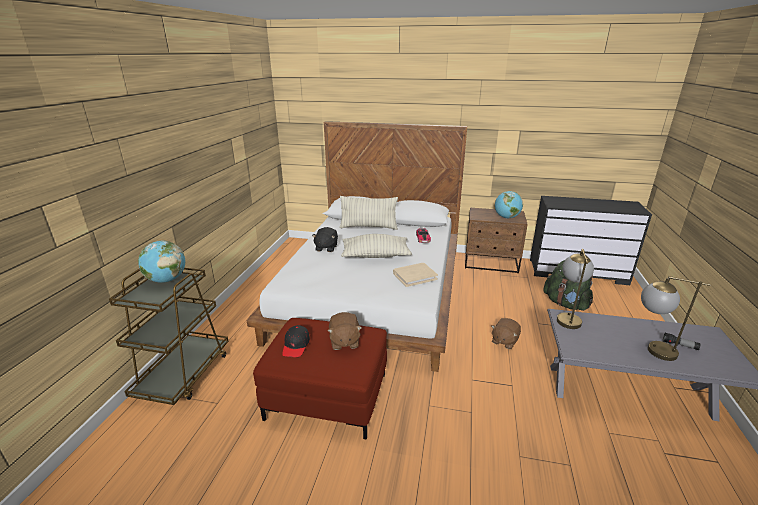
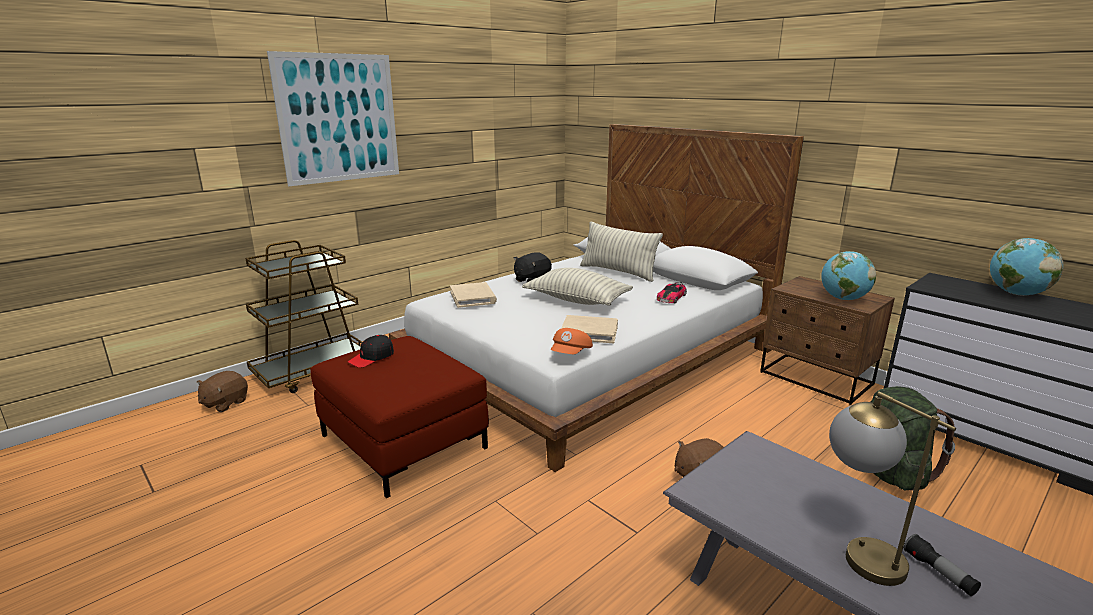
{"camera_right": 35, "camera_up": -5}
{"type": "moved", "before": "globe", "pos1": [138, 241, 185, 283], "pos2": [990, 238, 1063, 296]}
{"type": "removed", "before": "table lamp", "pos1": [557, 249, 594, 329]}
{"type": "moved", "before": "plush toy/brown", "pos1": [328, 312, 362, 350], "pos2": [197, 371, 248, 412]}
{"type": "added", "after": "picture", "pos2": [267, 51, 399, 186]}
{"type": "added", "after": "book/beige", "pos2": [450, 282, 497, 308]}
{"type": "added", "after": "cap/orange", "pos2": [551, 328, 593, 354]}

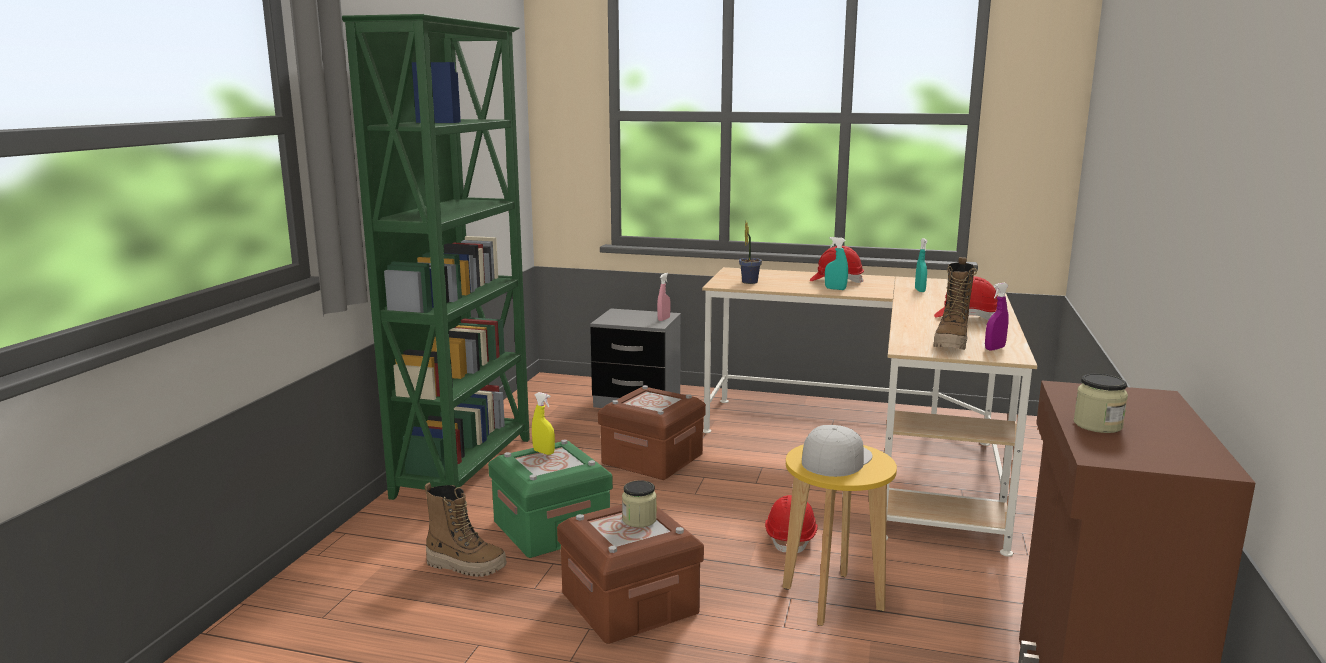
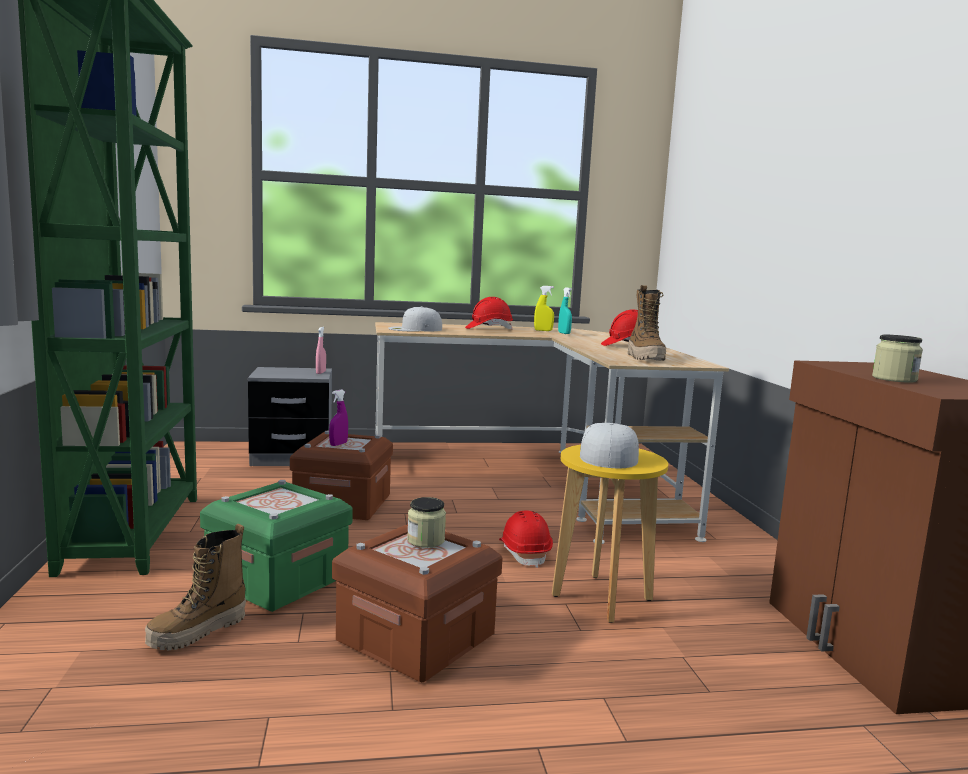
{"camera_right": -25, "camera_up": -5}
{"type": "replaced", "before": "potted plant", "after": "cap/white", "pos1": [739, 222, 762, 284], "pos2": [388, 306, 442, 331]}
{"type": "removed", "before": "spray bottle/turquoise", "pos1": [825, 237, 848, 290]}
{"type": "moved", "before": "spray bottle/purple", "pos1": [985, 283, 1008, 351], "pos2": [329, 390, 348, 446]}
{"type": "moved", "before": "spray bottle/yellow", "pos1": [532, 392, 555, 455], "pos2": [534, 286, 554, 331]}
{"type": "turned", "before": "boot", "pos1": [425, 483, 507, 577], "pos2": [145, 524, 246, 651], "turn": 135}

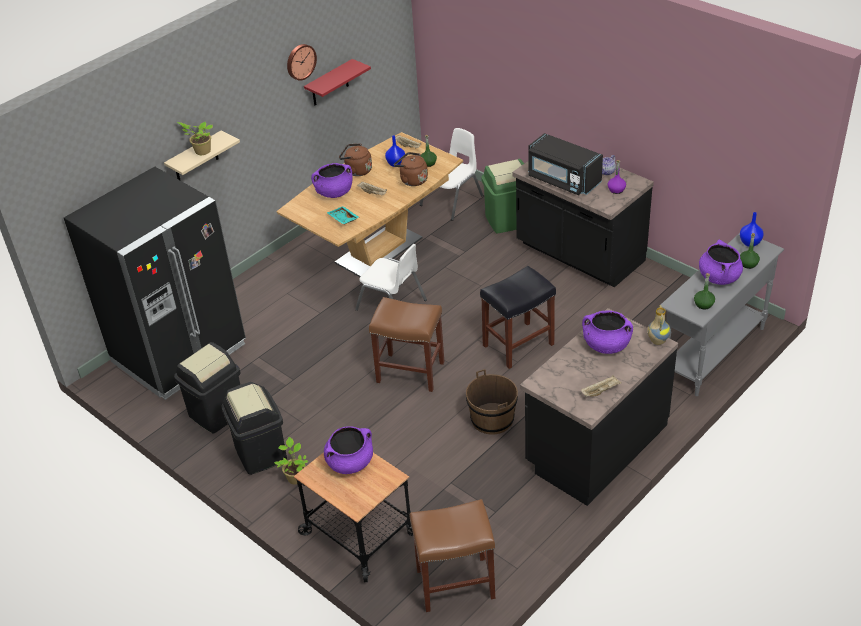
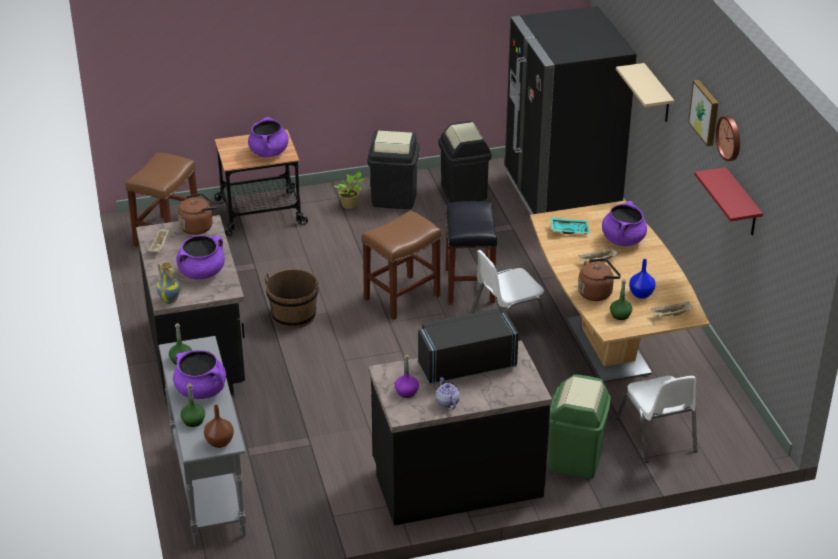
{"camera_right": 120, "camera_up": -5}
{"type": "removed", "before": "potted plant", "pos1": [177, 122, 213, 155]}
{"type": "moved", "before": "kettle/brown", "pos1": [339, 143, 372, 176], "pos2": [178, 193, 218, 235]}
{"type": "recoloured", "before": "vase/blue", "after": "vase/brown", "pos1": [740, 212, 764, 247], "pos2": [204, 405, 234, 448]}
{"type": "moved", "before": "stool/black", "pos1": [480, 266, 556, 369], "pos2": [445, 201, 498, 304]}
{"type": "added", "after": "picture", "pos2": [688, 80, 718, 146]}

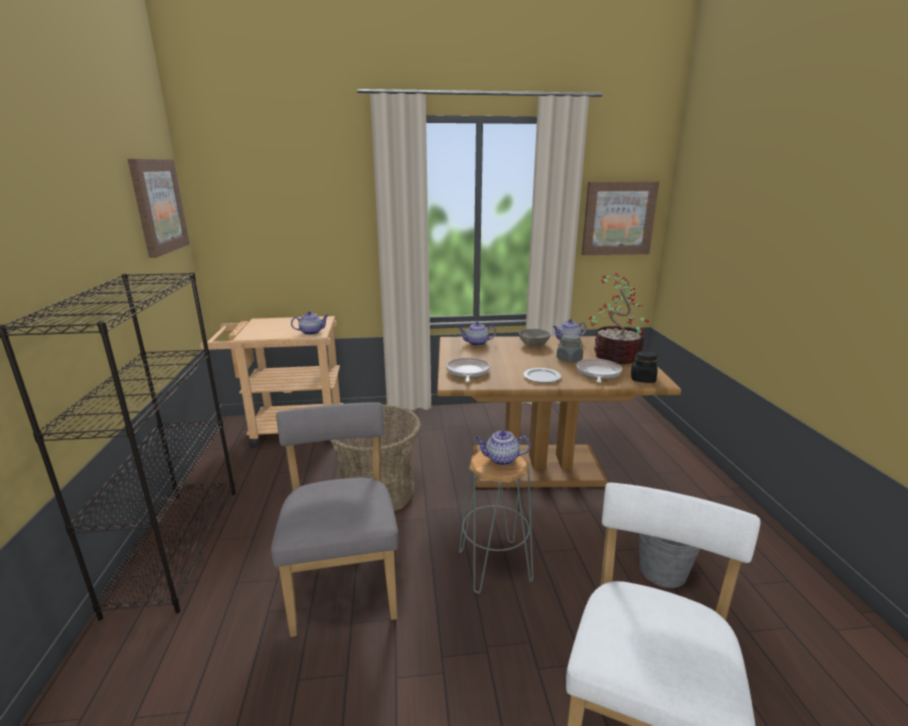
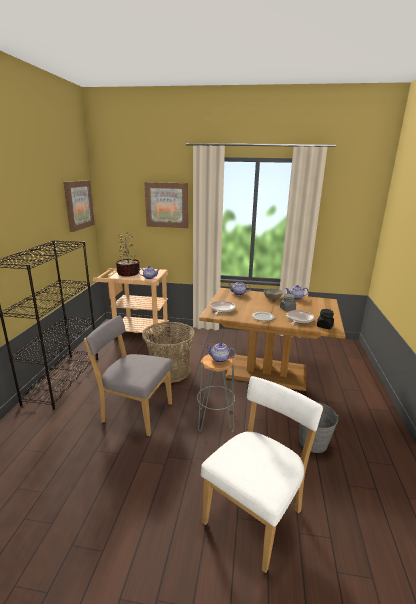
{"camera_right": 15, "camera_up": 0}
{"type": "moved", "before": "picture", "pos1": [582, 181, 659, 255], "pos2": [144, 182, 188, 228]}
{"type": "moved", "before": "potted plant", "pos1": [588, 273, 649, 364], "pos2": [116, 232, 140, 277]}
{"type": "turned", "before": "chair/grey", "pos1": [271, 403, 399, 637], "pos2": [84, 315, 172, 436], "turn": -75}

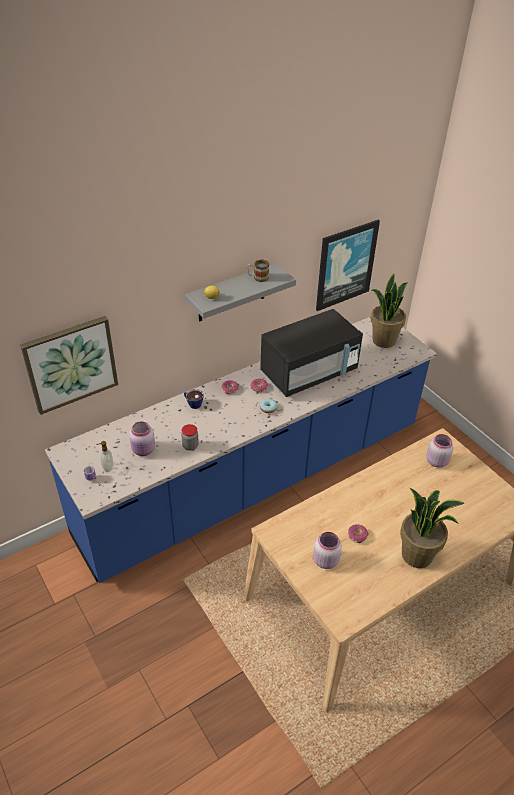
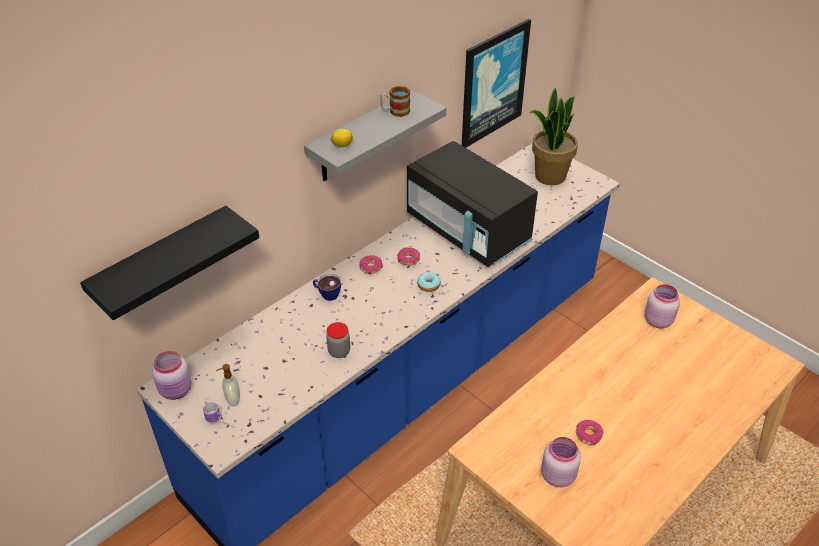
{"camera_right": -10, "camera_up": 0}
{"type": "turned", "before": "microwave/black", "pos1": [260, 309, 363, 397], "pos2": [407, 141, 538, 267], "turn": 90}
{"type": "replaced", "before": "picture", "after": "shelf/black", "pos1": [20, 316, 118, 415], "pos2": [80, 206, 259, 320]}
{"type": "moved", "before": "jar/pink", "pos1": [129, 422, 155, 456], "pos2": [152, 351, 192, 400]}
{"type": "removed", "before": "potted plant", "pos1": [400, 487, 465, 568]}

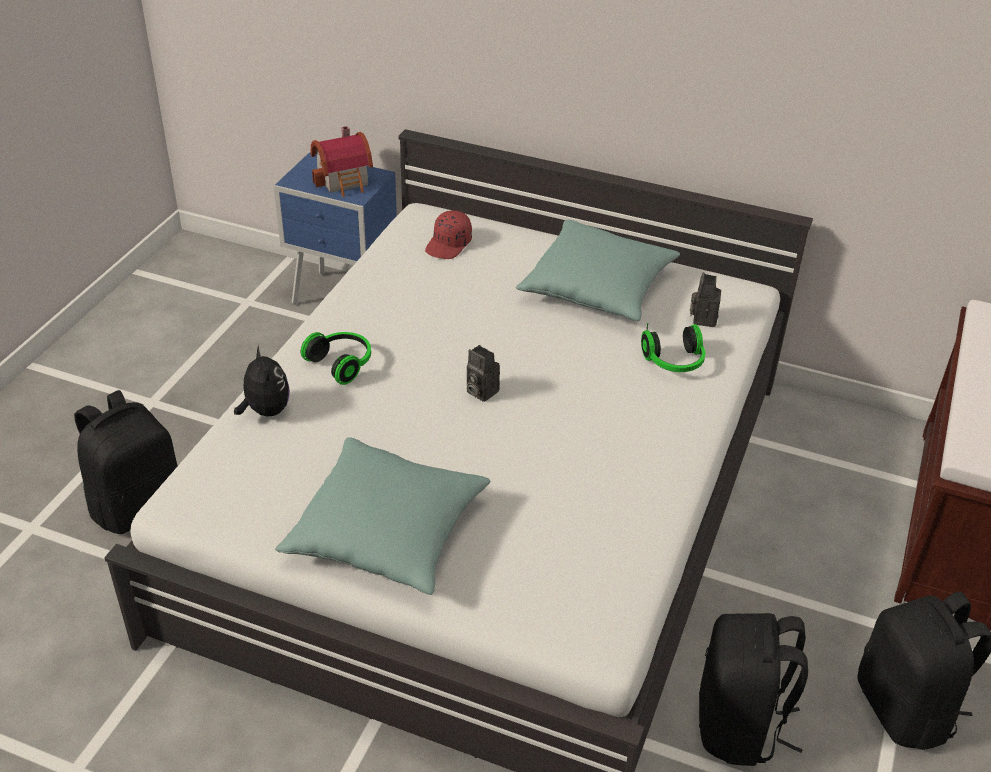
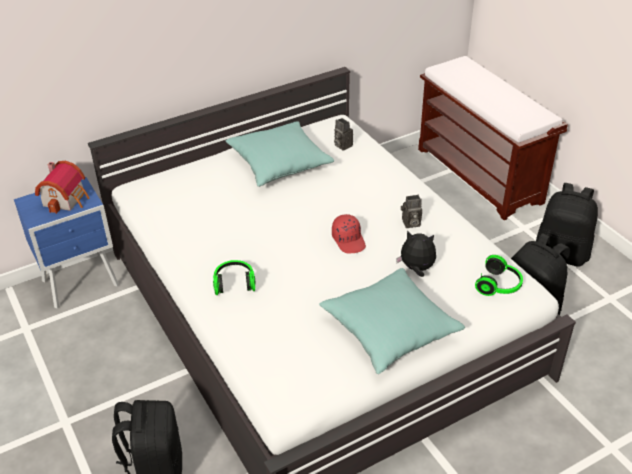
{"camera_right": -50, "camera_up": 0}
{"type": "moved", "before": "cap/red", "pos1": [425, 210, 472, 259], "pos2": [332, 214, 366, 253]}
{"type": "moved", "before": "headphones", "pos1": [641, 323, 705, 372], "pos2": [475, 255, 523, 296]}
{"type": "moved", "before": "plush toy", "pos1": [234, 345, 290, 416], "pos2": [396, 231, 436, 277]}
{"type": "moved", "before": "photo camera", "pos1": [467, 345, 500, 402], "pos2": [401, 195, 422, 228]}

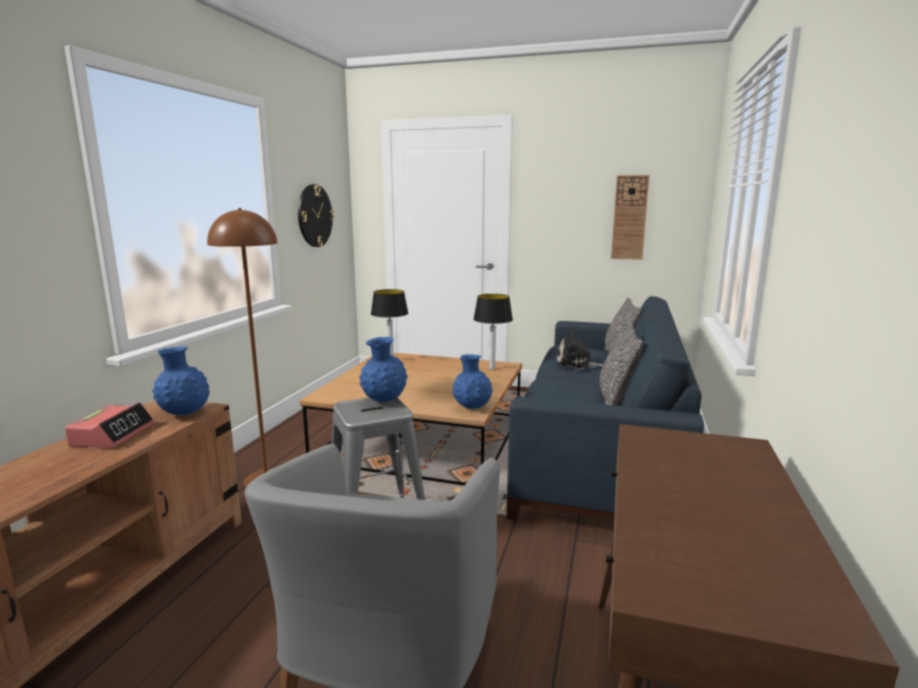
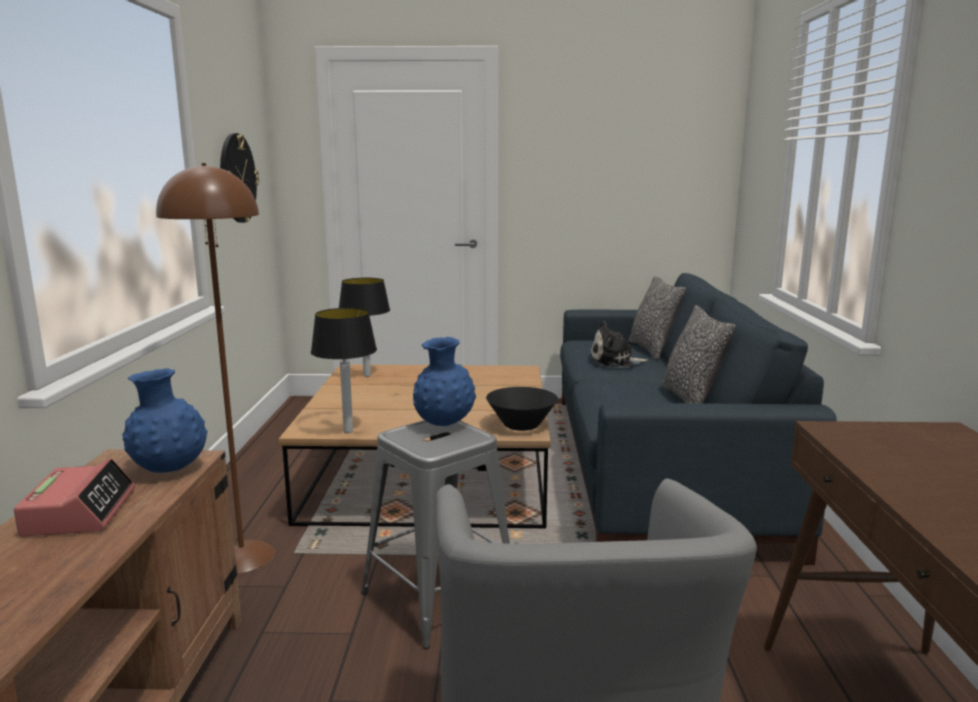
{"camera_right": -15, "camera_up": 0}
{"type": "removed", "before": "wall clock", "pos1": [611, 175, 649, 260]}
{"type": "moved", "before": "table lamp", "pos1": [473, 294, 513, 370], "pos2": [311, 308, 377, 433]}
{"type": "replaced", "before": "vase/blue", "after": "bowl/black", "pos1": [452, 354, 493, 409], "pos2": [486, 387, 558, 431]}

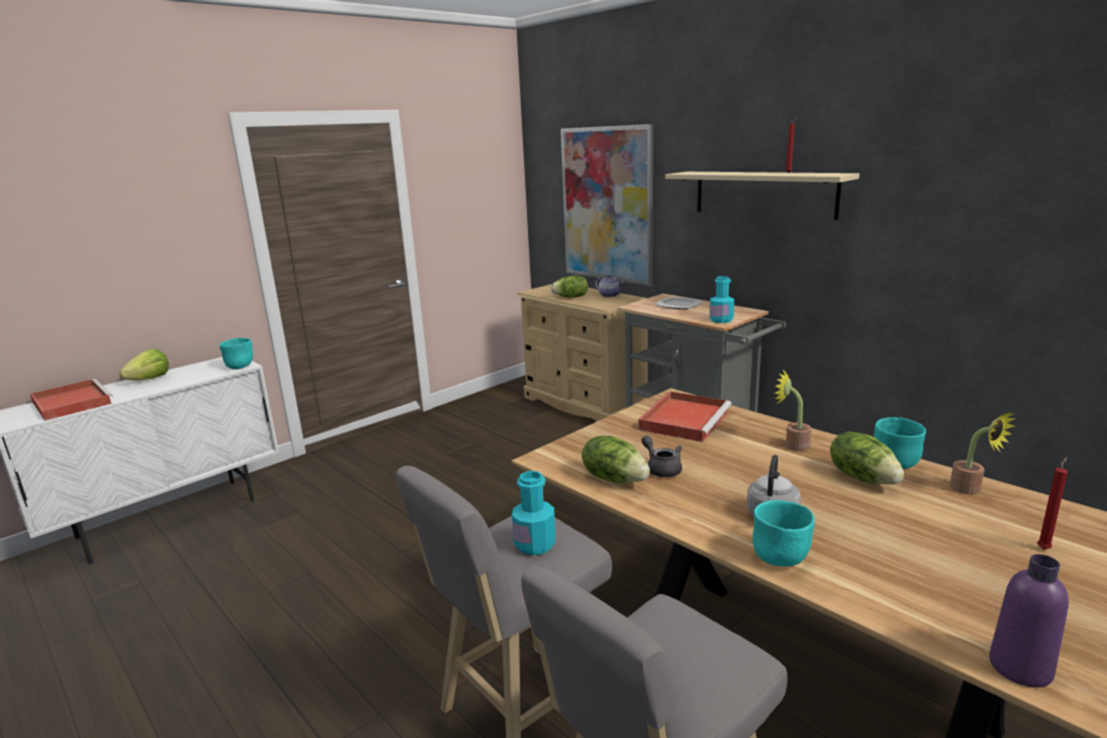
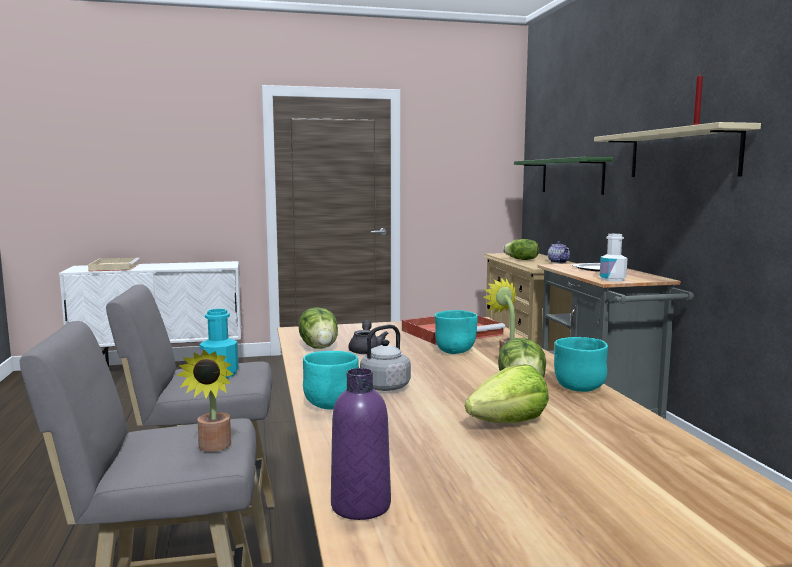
{"camera_right": 30, "camera_up": -10}
{"type": "replaced", "before": "picture", "after": "shelf/green", "pos1": [561, 124, 653, 286], "pos2": [514, 157, 613, 195]}
{"type": "recoloured", "before": "bottle/turquoise", "after": "bottle/white", "pos1": [709, 276, 734, 323], "pos2": [600, 234, 628, 282]}
{"type": "moved", "before": "bowl/turquoise", "pos1": [219, 338, 253, 369], "pos2": [435, 310, 478, 354]}
{"type": "moved", "before": "lettuce", "pos1": [119, 349, 169, 380], "pos2": [465, 364, 549, 423]}
{"type": "recoloured", "before": "tray/red", "after": "tray/beige", "pos1": [30, 379, 113, 421], "pos2": [88, 257, 140, 272]}
{"type": "moved", "before": "potted plant", "pos1": [950, 411, 1015, 495], "pos2": [176, 349, 234, 452]}
{"type": "removed", "before": "candle/red", "pos1": [1037, 457, 1068, 550]}

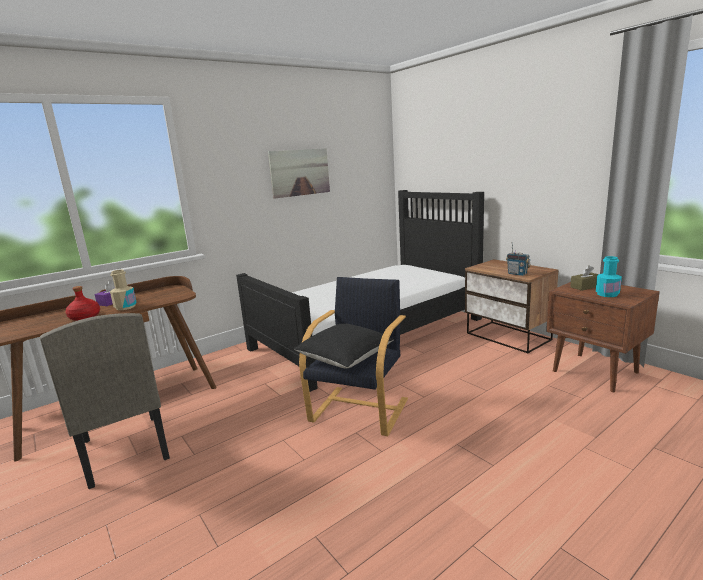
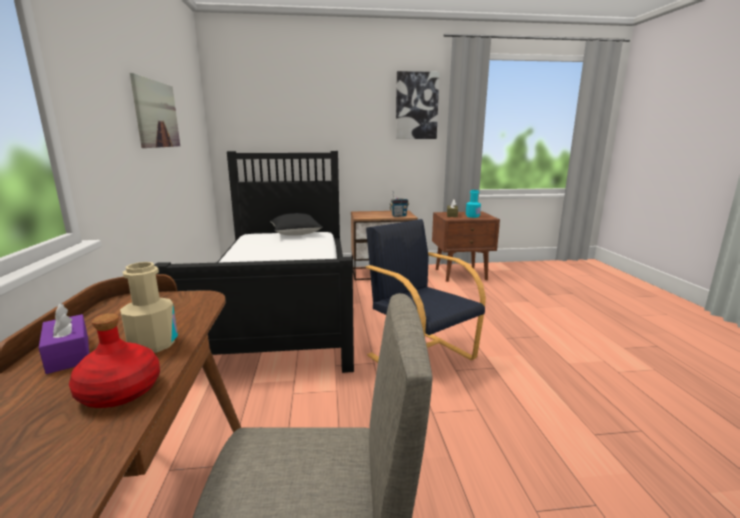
{"camera_right": -60, "camera_up": 0}
{"type": "moved", "before": "pillow/black", "pos1": [294, 323, 394, 368], "pos2": [270, 213, 323, 236]}
{"type": "added", "after": "picture", "pos2": [396, 71, 440, 139]}

